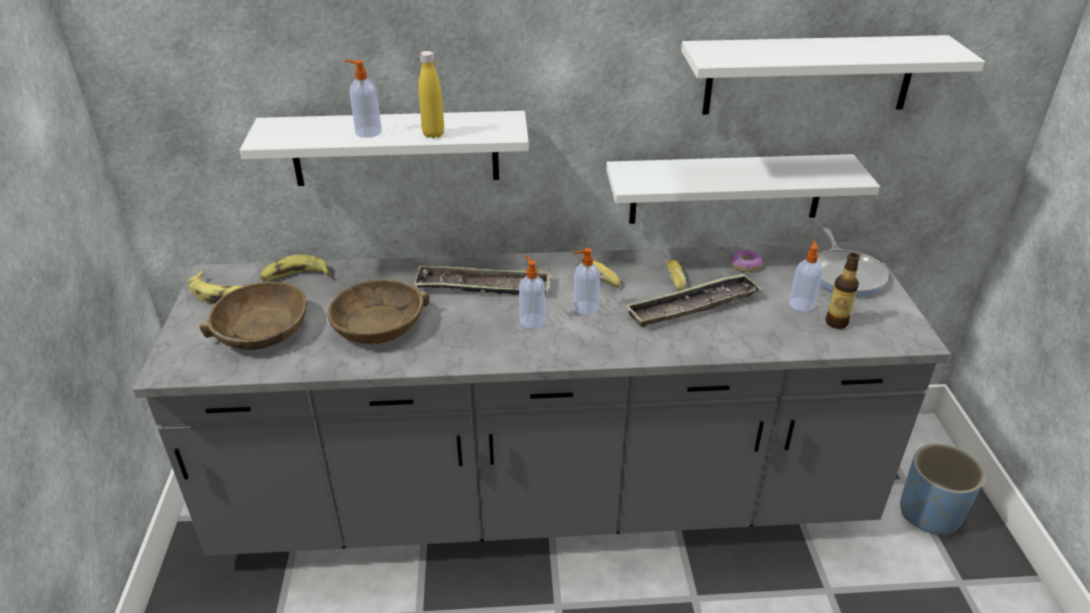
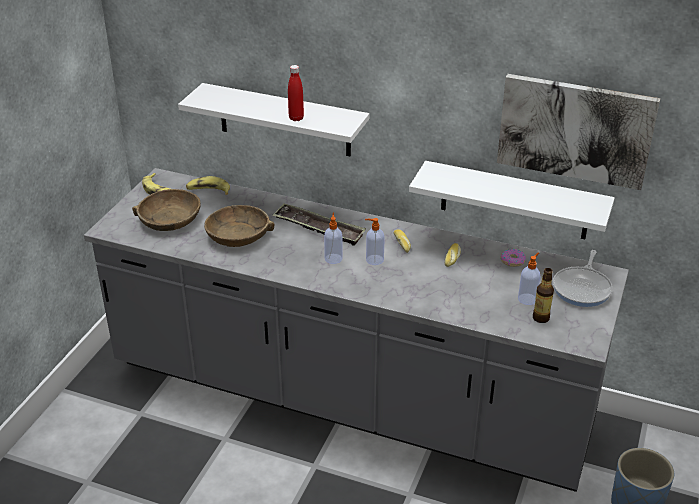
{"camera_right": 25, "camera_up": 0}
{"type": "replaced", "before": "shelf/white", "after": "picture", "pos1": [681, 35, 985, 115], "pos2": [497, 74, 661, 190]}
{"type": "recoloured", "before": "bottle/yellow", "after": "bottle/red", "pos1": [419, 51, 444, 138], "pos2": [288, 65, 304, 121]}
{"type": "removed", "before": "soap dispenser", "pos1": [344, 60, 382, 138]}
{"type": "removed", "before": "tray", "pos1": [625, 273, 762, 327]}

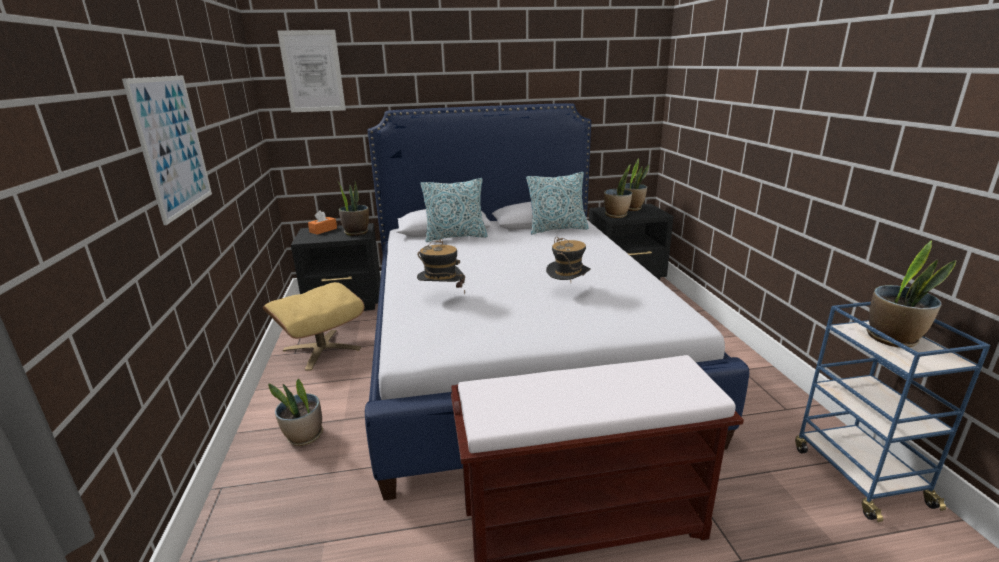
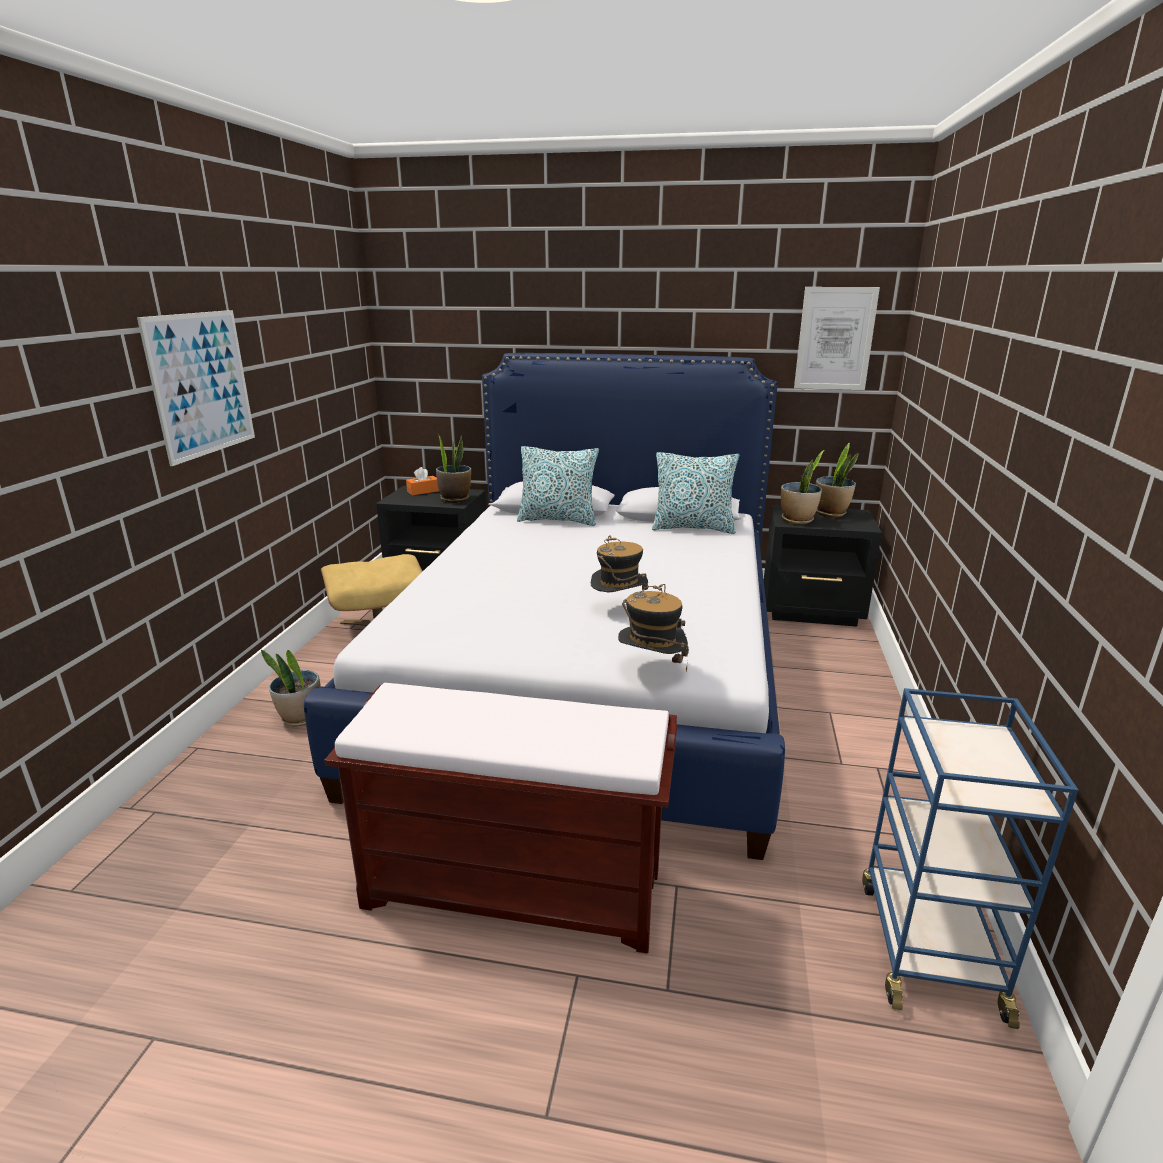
{"camera_right": 20, "camera_up": 0}
{"type": "moved", "before": "picture", "pos1": [277, 30, 346, 112], "pos2": [794, 287, 880, 390]}
{"type": "moved", "before": "hat", "pos1": [417, 239, 465, 294], "pos2": [618, 584, 689, 672]}
{"type": "removed", "before": "potted plant", "pos1": [867, 240, 956, 348]}

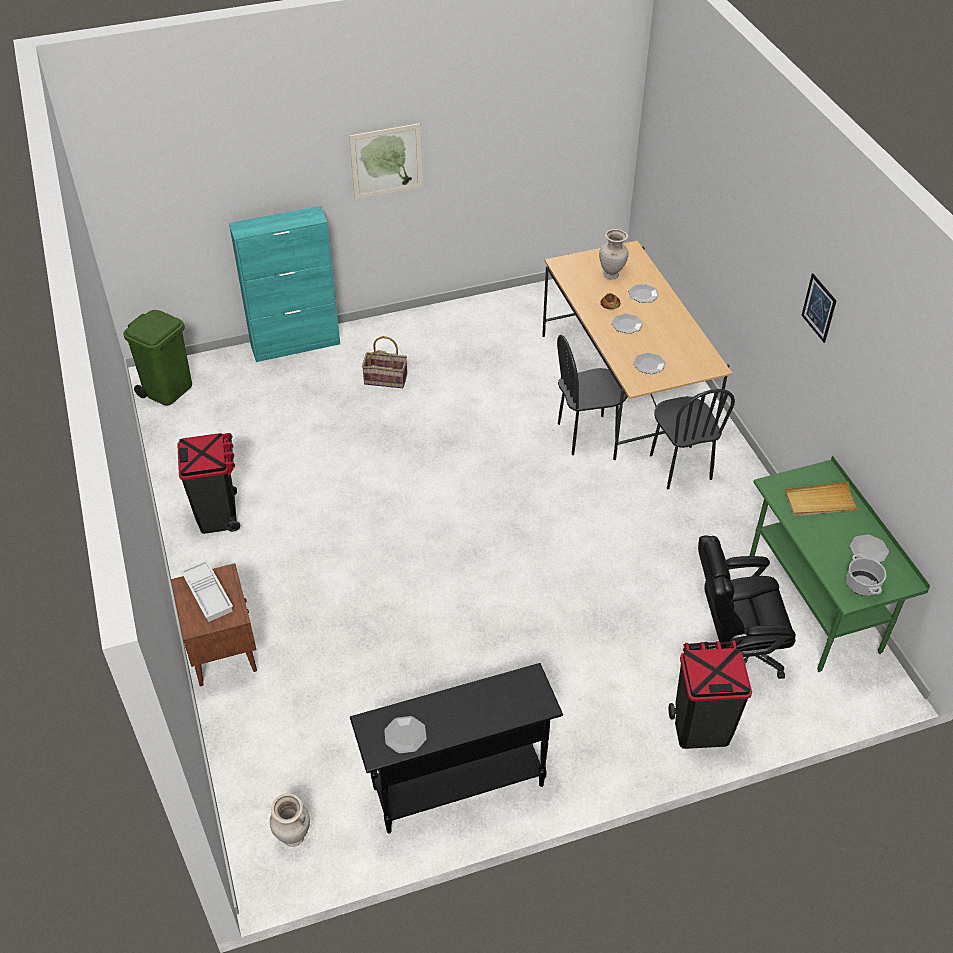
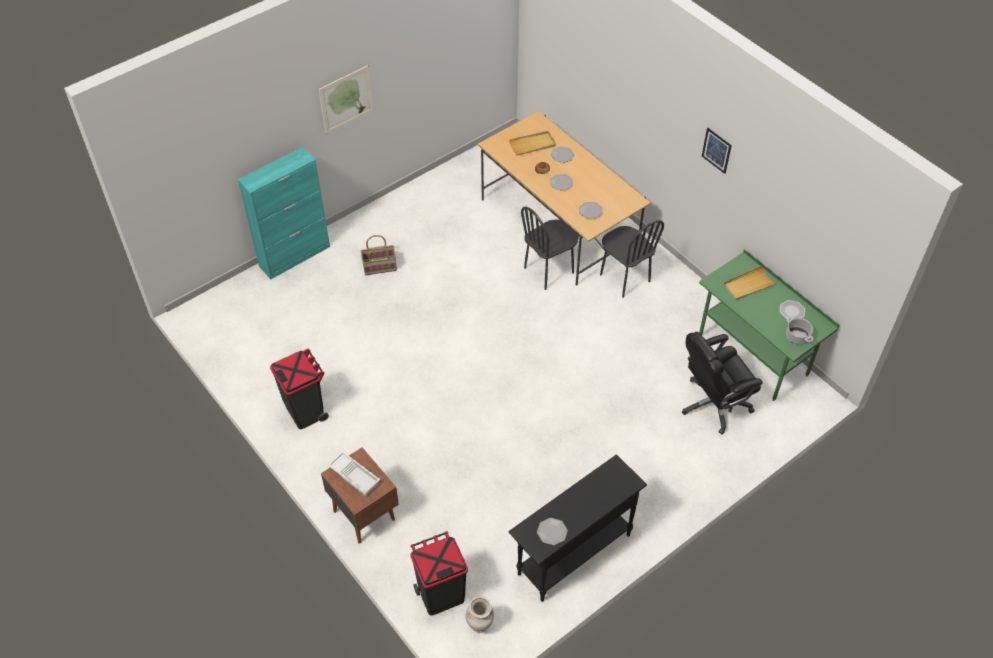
{"camera_right": -20, "camera_up": 5}
{"type": "replaced", "before": "vase/beige", "after": "tray/beige", "pos1": [599, 229, 629, 279], "pos2": [509, 131, 556, 155]}
{"type": "removed", "before": "trash can/green", "pos1": [123, 310, 192, 405]}
{"type": "moved", "before": "trash can/black", "pos1": [669, 640, 752, 749], "pos2": [410, 531, 468, 616]}

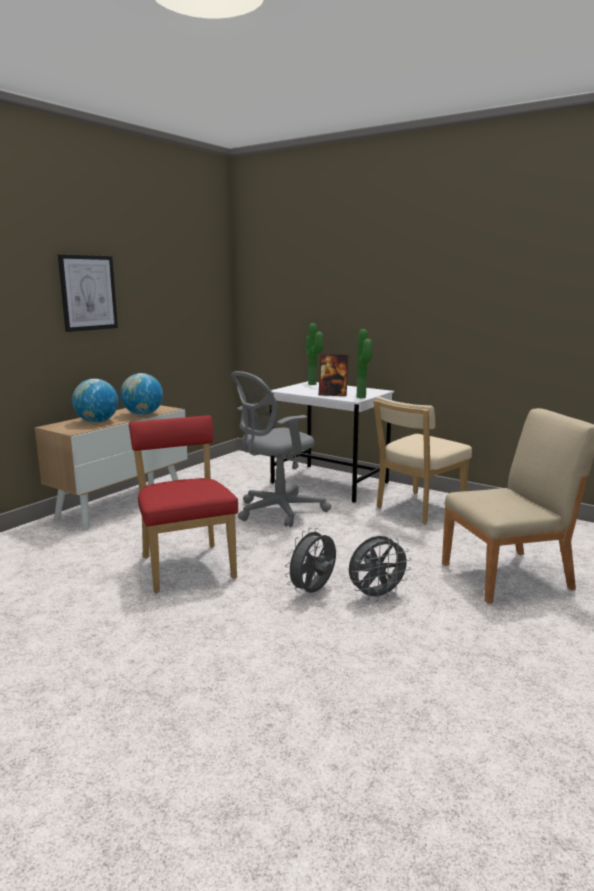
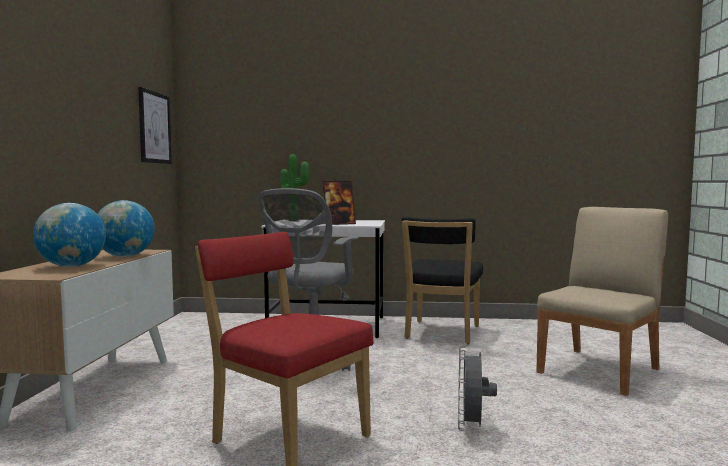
{"camera_right": -30, "camera_up": -10}
{"type": "moved", "before": "picture", "pos1": [58, 254, 118, 332], "pos2": [138, 87, 172, 164]}
{"type": "removed", "before": "potted plant", "pos1": [357, 329, 372, 398]}
{"type": "recoloured", "before": "chair/beige", "after": "chair/black", "pos1": [373, 396, 472, 524], "pos2": [402, 217, 483, 344]}
{"type": "removed", "before": "fan/grey", "pos1": [349, 536, 412, 601]}

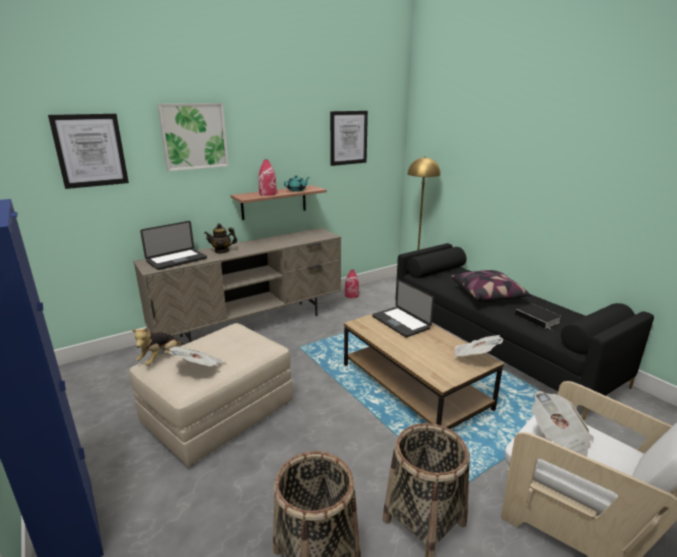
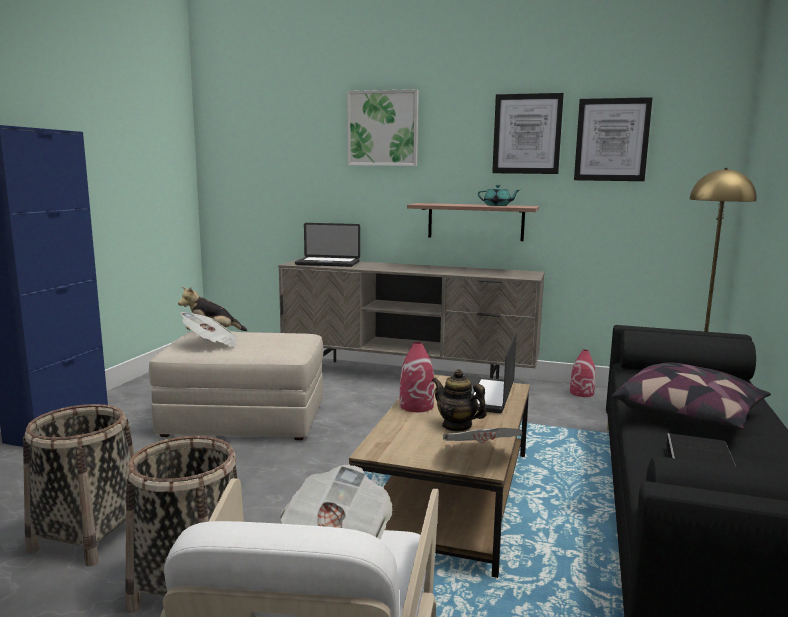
{"camera_right": 50, "camera_up": -10}
{"type": "moved", "before": "picture", "pos1": [48, 114, 129, 189], "pos2": [492, 93, 564, 174]}
{"type": "moved", "before": "vase/red", "pos1": [258, 160, 277, 196], "pos2": [399, 342, 434, 412]}
{"type": "moved", "before": "teapot", "pos1": [204, 223, 237, 254], "pos2": [432, 369, 487, 432]}

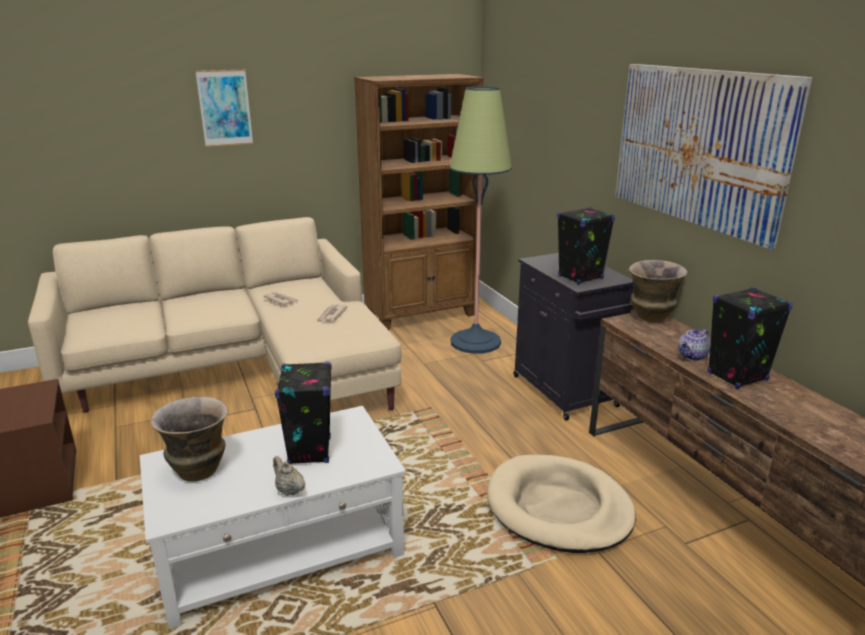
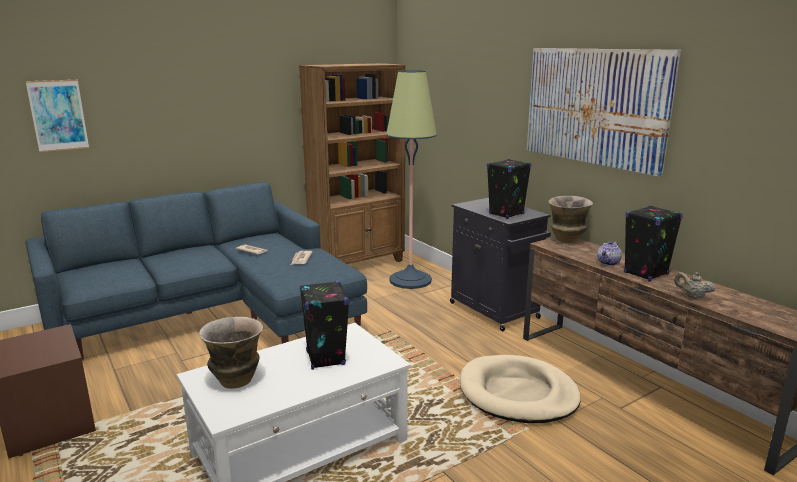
{"camera_right": -10, "camera_up": -5}
{"type": "moved", "before": "picture", "pos1": [195, 70, 253, 147], "pos2": [26, 80, 89, 152]}
{"type": "recoloured", "before": "sofa/beige", "after": "sofa/blue", "pos1": [28, 217, 402, 413], "pos2": [25, 182, 367, 360]}
{"type": "moved", "before": "teapot/beige", "pos1": [273, 456, 305, 496], "pos2": [674, 272, 715, 299]}

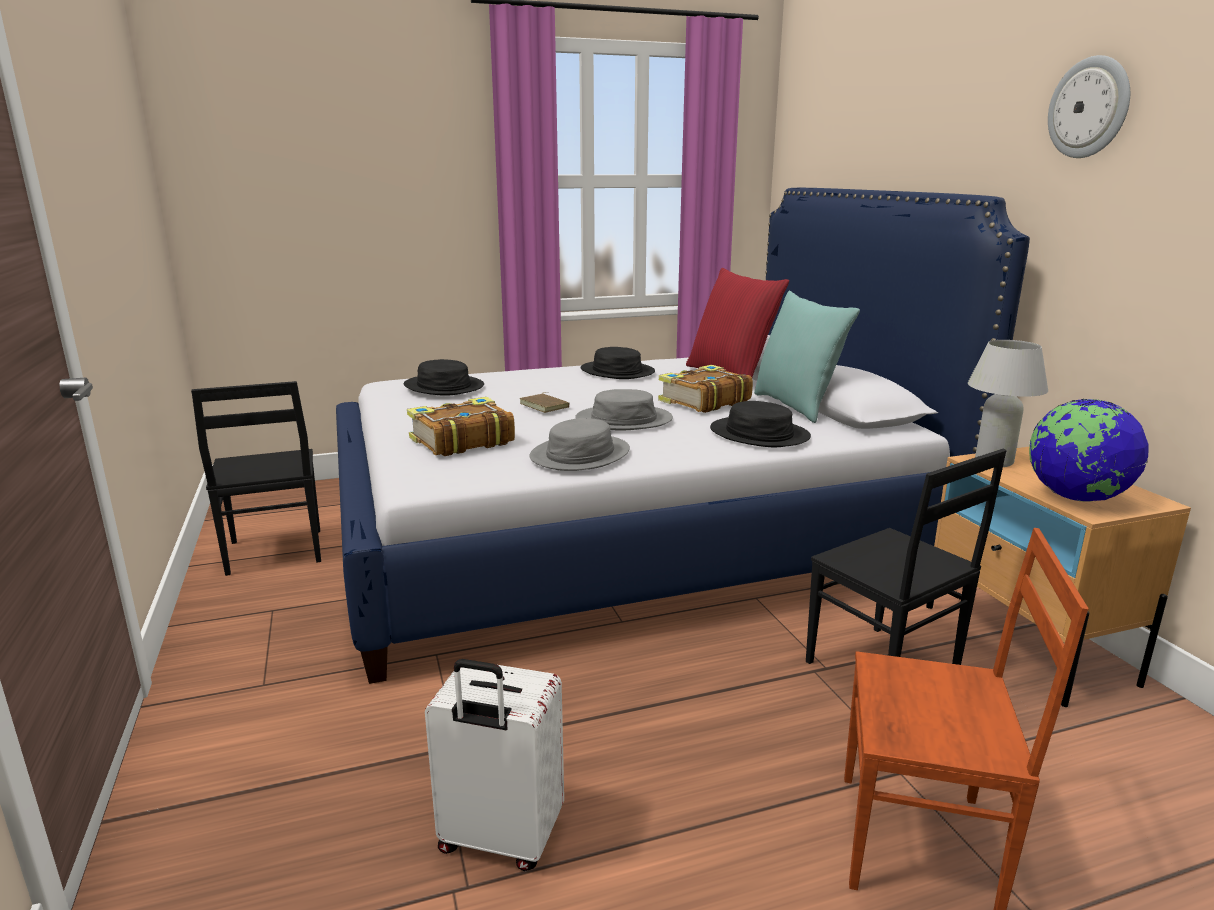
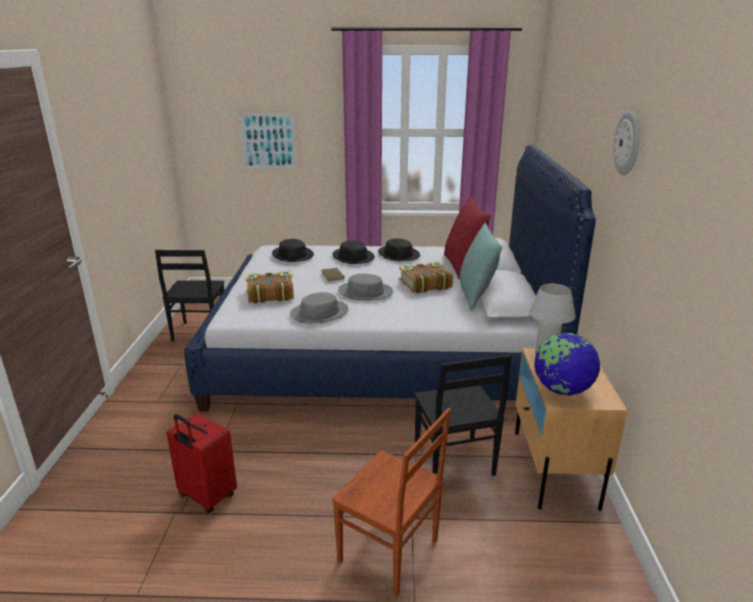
{"camera_right": 20, "camera_up": 5}
{"type": "moved", "before": "hat/black", "pos1": [710, 401, 811, 447], "pos2": [332, 241, 375, 264]}
{"type": "recoloured", "before": "suitcase/white", "after": "suitcase/red", "pos1": [425, 659, 564, 871], "pos2": [167, 413, 237, 513]}
{"type": "added", "after": "picture", "pos2": [239, 113, 297, 169]}

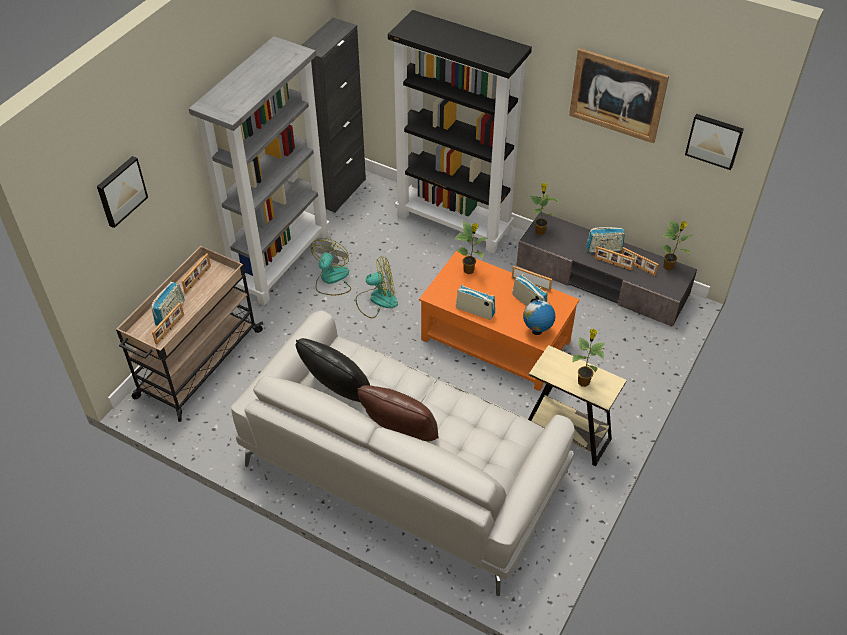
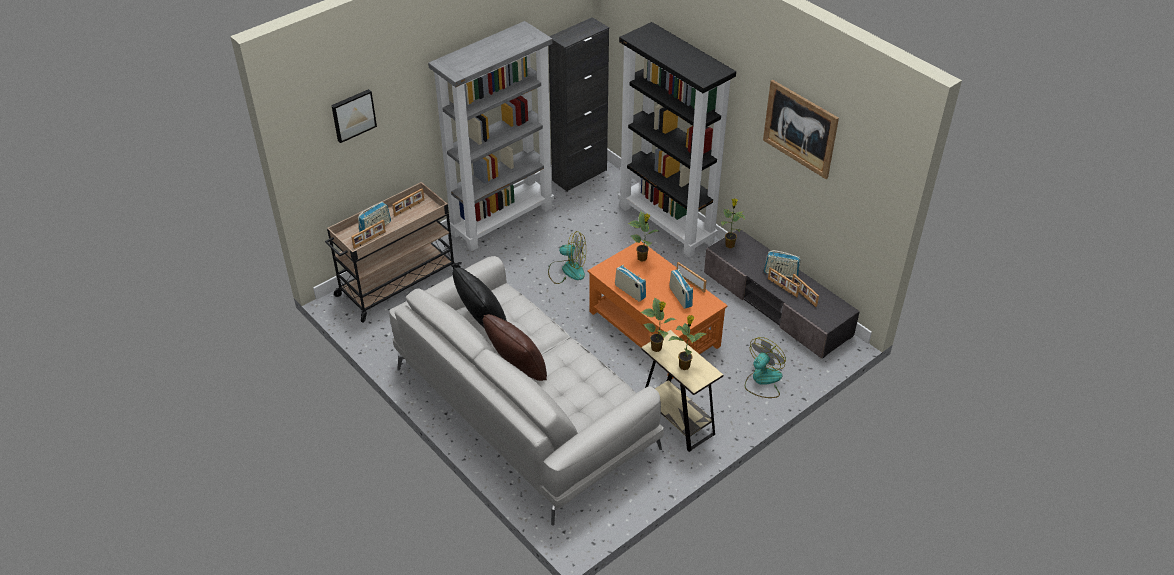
{"camera_right": 20, "camera_up": -5}
{"type": "removed", "before": "picture", "pos1": [685, 114, 744, 170]}
{"type": "moved", "before": "potted plant", "pos1": [661, 220, 692, 271], "pos2": [641, 297, 676, 352]}
{"type": "moved", "before": "fan", "pos1": [311, 238, 351, 295], "pos2": [745, 337, 786, 398]}
{"type": "removed", "before": "globe", "pos1": [523, 298, 555, 335]}

